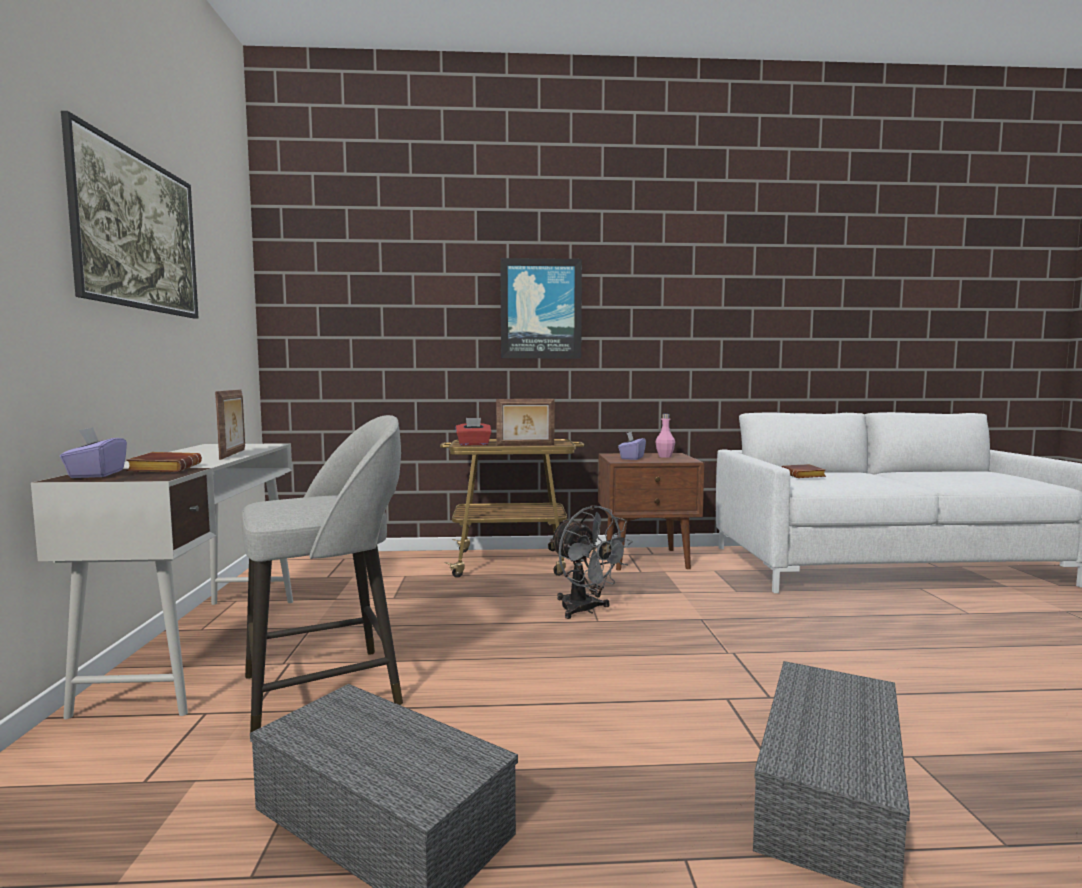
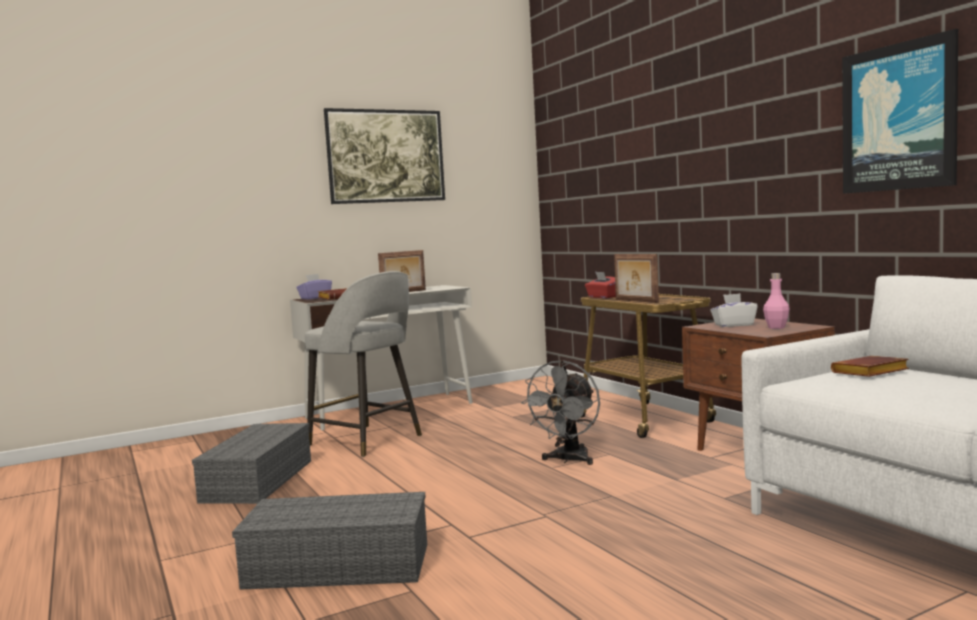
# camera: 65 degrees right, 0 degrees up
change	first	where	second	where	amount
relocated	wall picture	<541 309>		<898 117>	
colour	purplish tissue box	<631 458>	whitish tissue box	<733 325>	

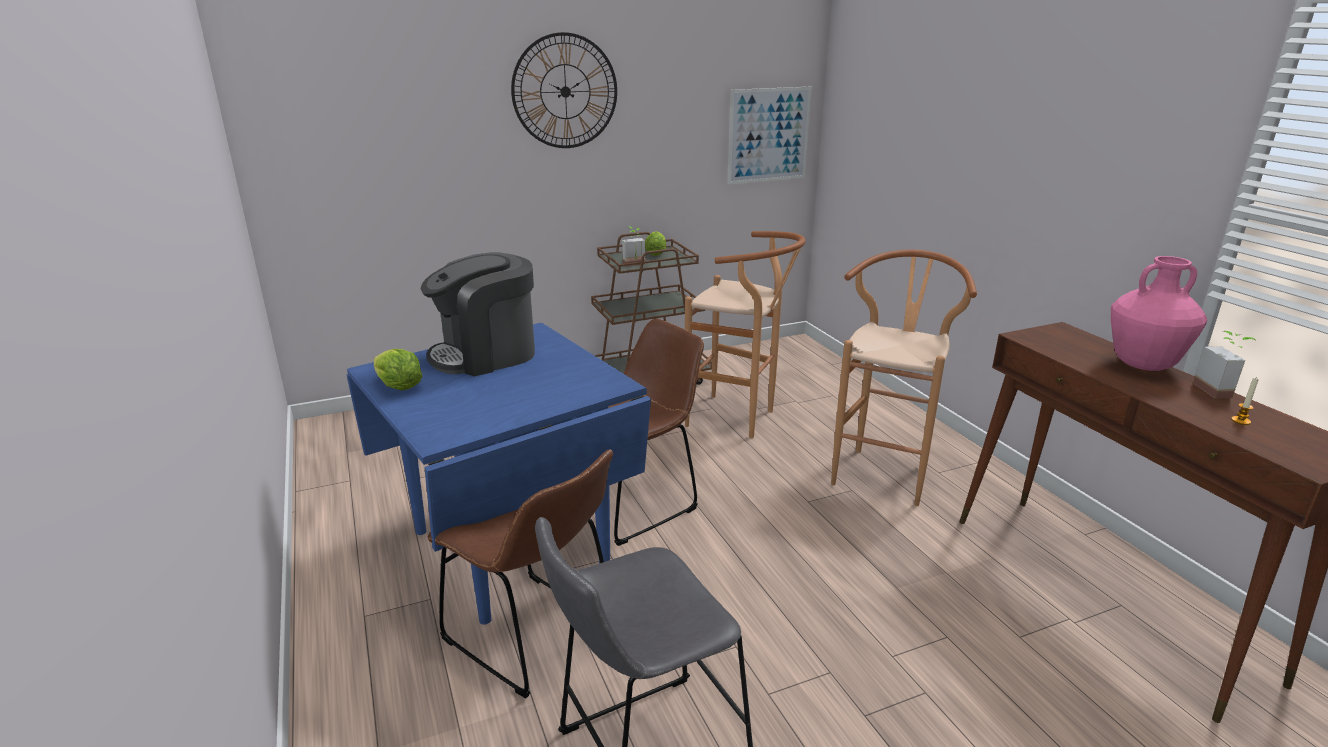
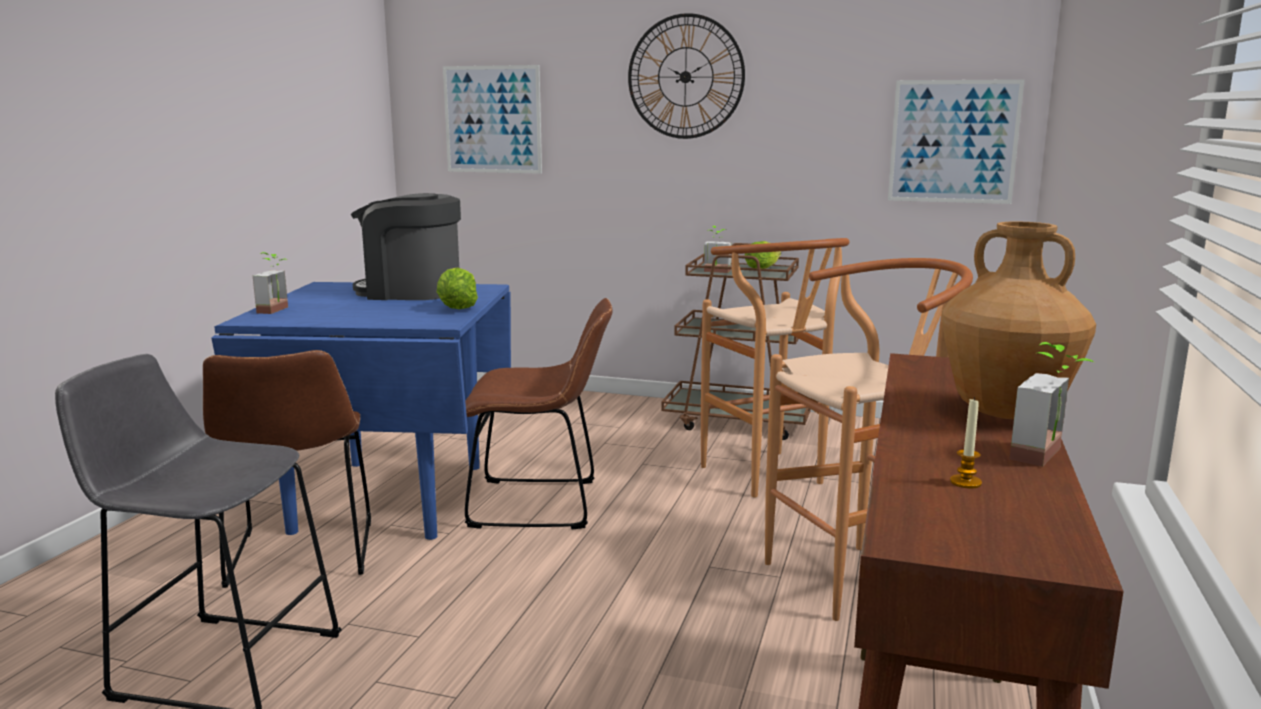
# camera: 40 degrees right, 10 degrees down
change	first	where	second	where	amount
appeared			plant in a pot	<278 310>	
appeared			wall picture	<492 119>	
relocated	lettuce	<399 387>		<457 308>	
colour	pink-coloured flower vase	<1143 365>	brownish flower vase	<1007 413>	

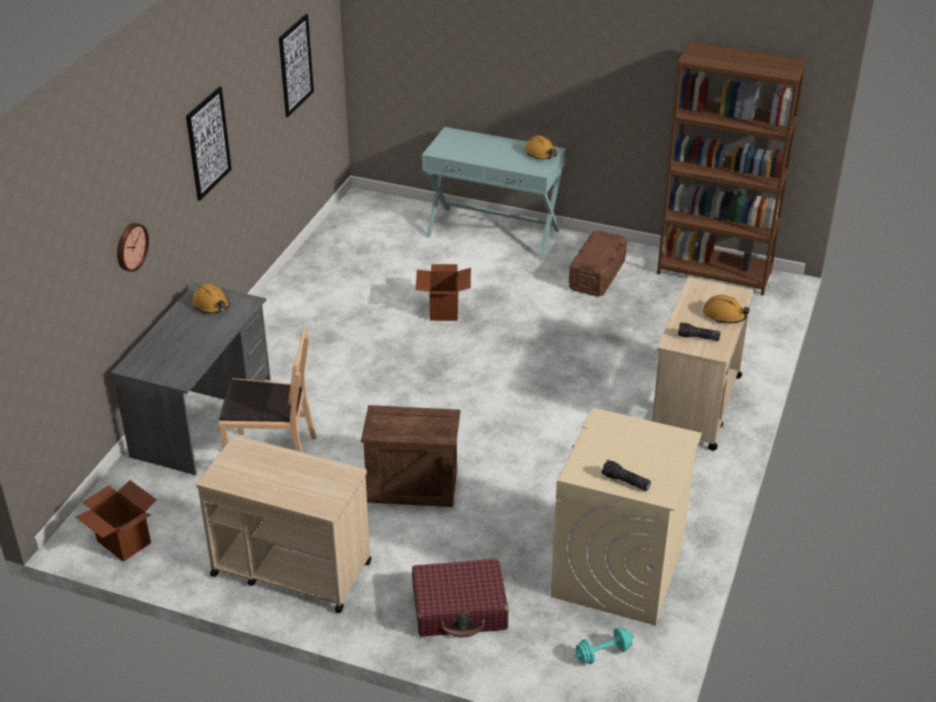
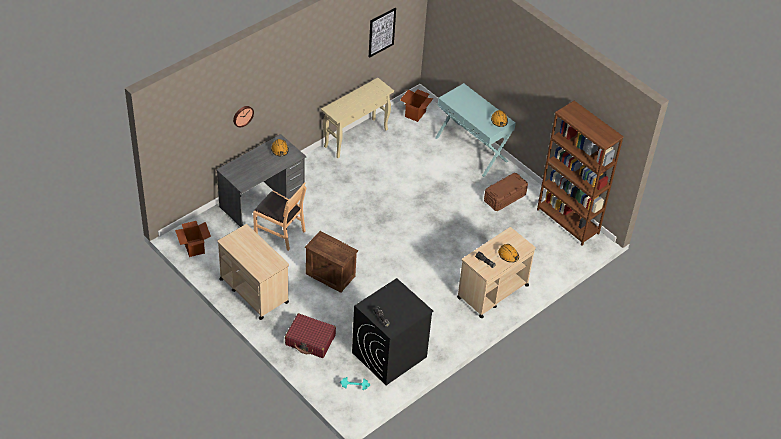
# camera: 25 degrees right, 10 degrees up
change	first	where	second	where	amount
missing	wall picture	<208 143>			
appeared			sand-coloured narrow table	<356 138>	
relocated	carton	<444 310>		<415 114>	
colour	sand-coloured laundry appliance	<618 572>	blackish laundry appliance	<389 355>	

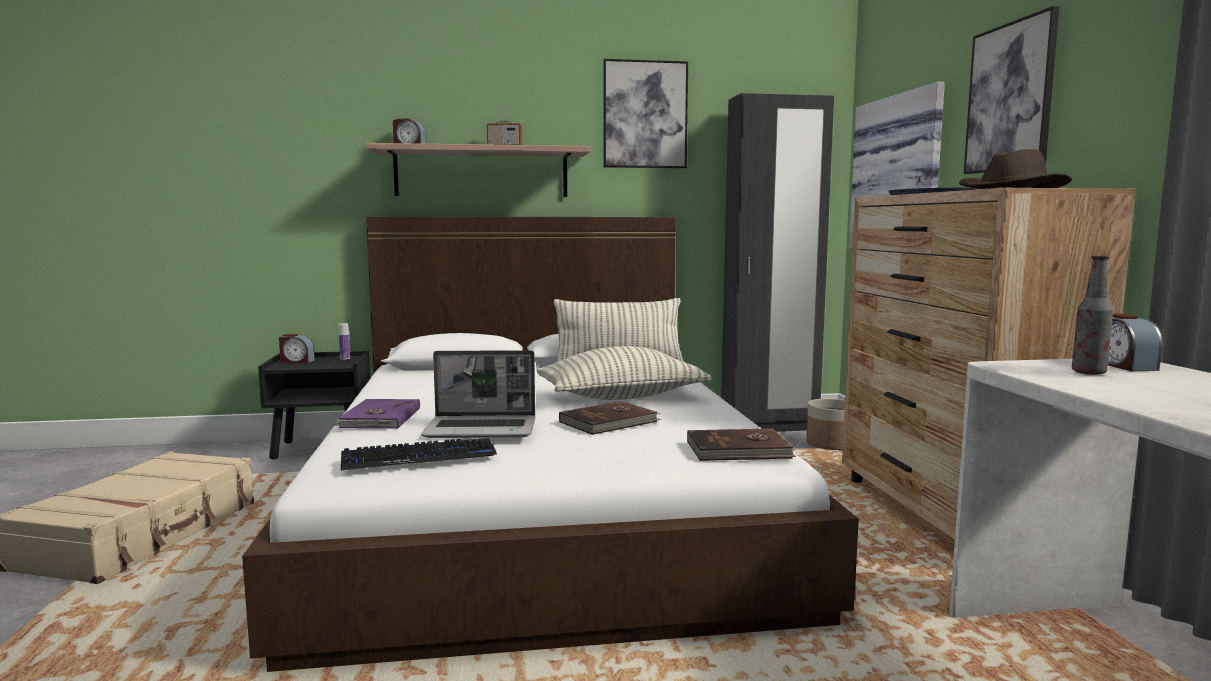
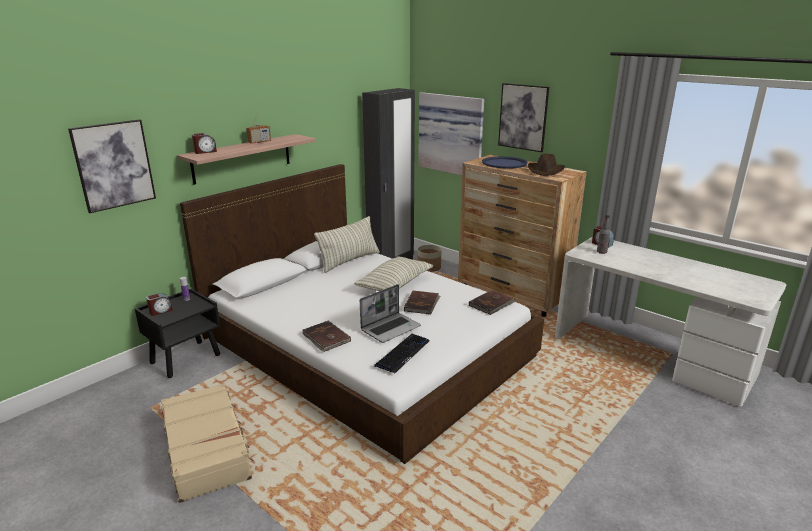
# camera: 40 degrees left, 15 degrees up
change	first	where	second	where	amount
relocated	wall picture	<645 115>		<114 165>	
colour	purplish bound book	<379 418>	brownish bound book	<326 338>	

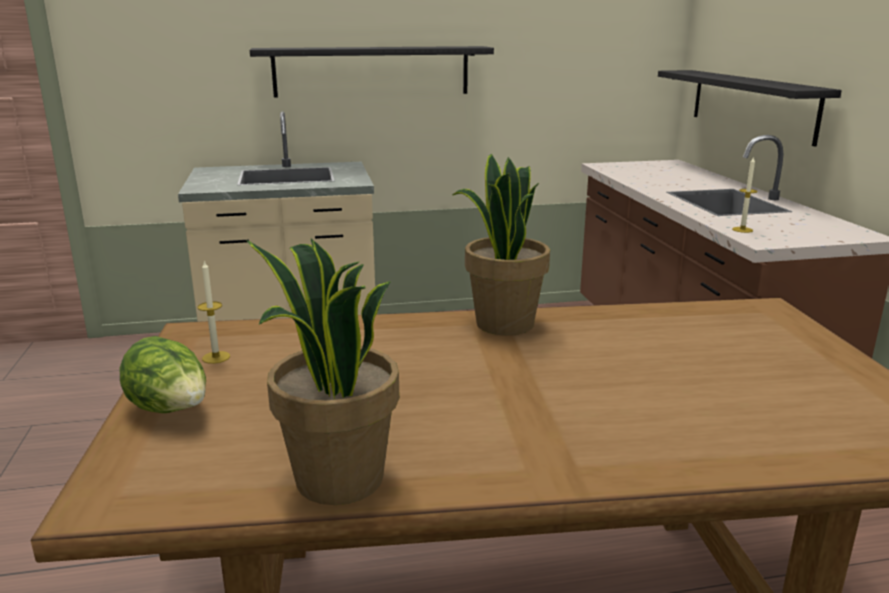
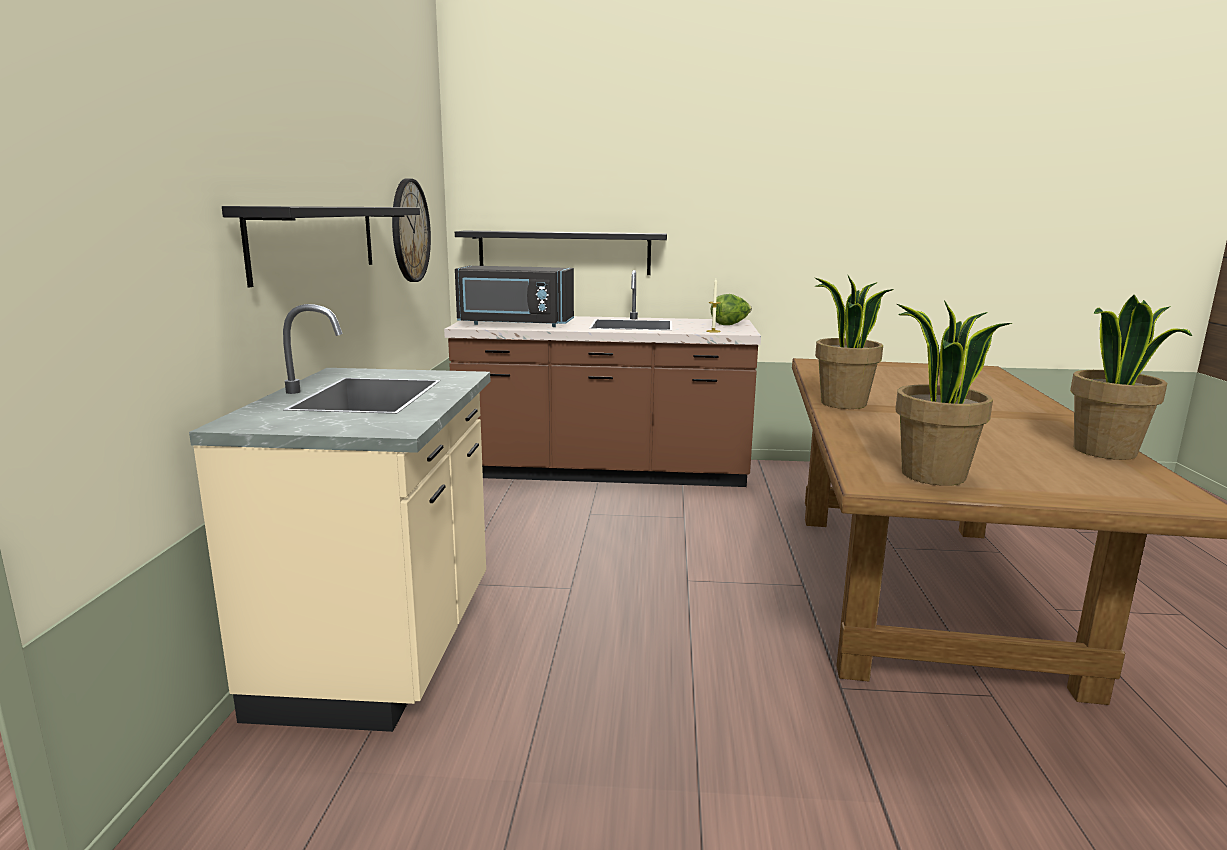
# camera: 75 degrees left, 5 degrees down
change	first	where	second	where	amount
appeared			hanging clock	<409 231>	
appeared			blackish microwave oven	<514 324>	
relocated	lettuce	<171 410>		<730 324>	
exchanged	wax light	<216 357>	plant in a pot	<932 475>	

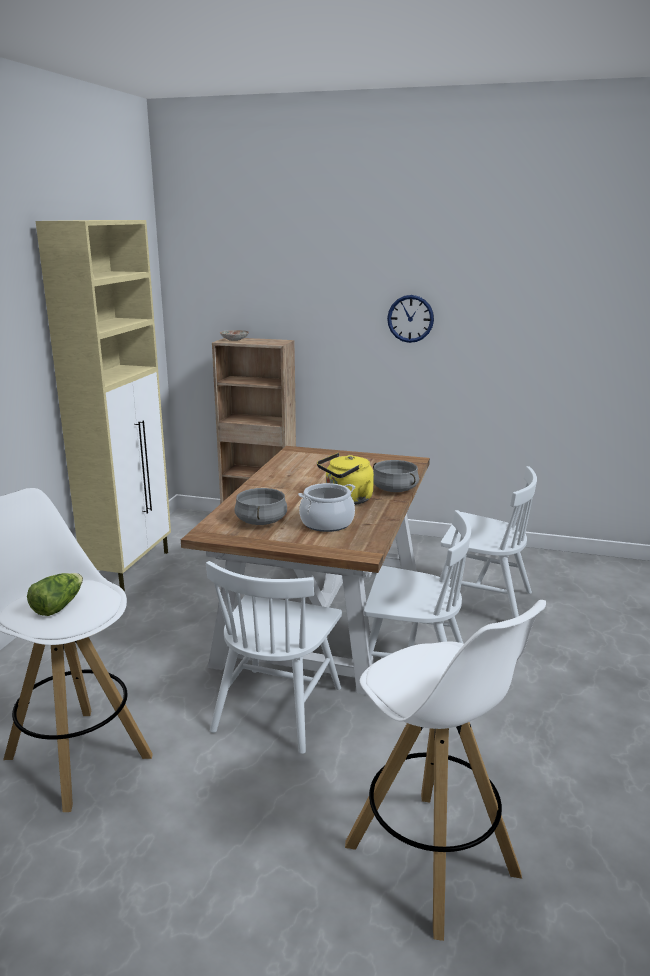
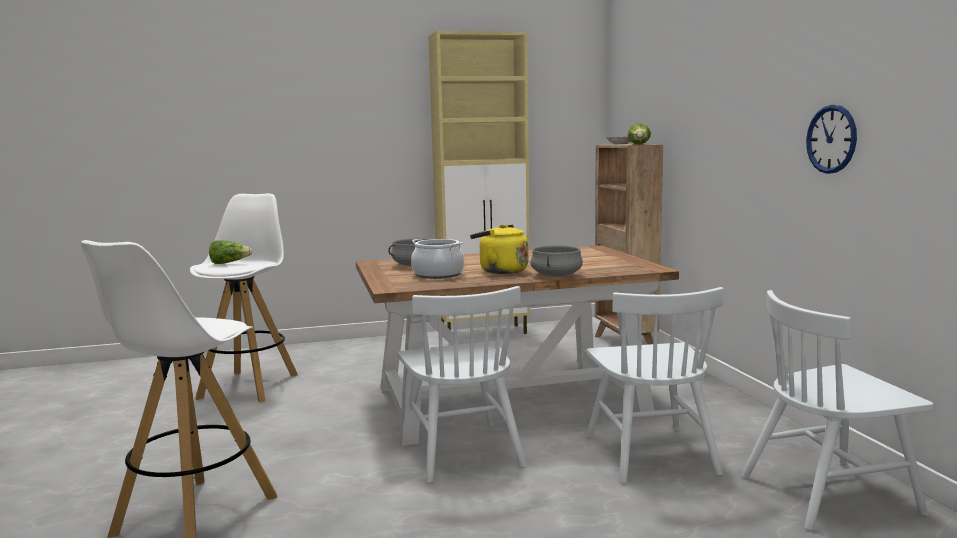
# camera: 60 degrees right, 10 degrees down
change	first	where	second	where	amount
appeared			lettuce	<639 144>	
relocated	whitish chair	<277 708>		<829 494>	
relocated	hanging clock	<410 318>		<831 139>	

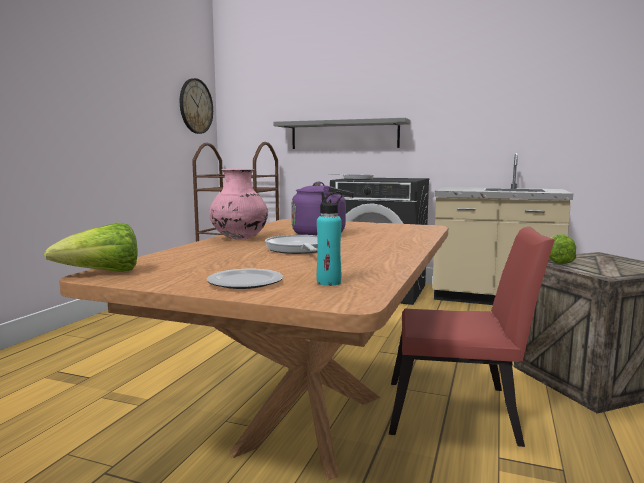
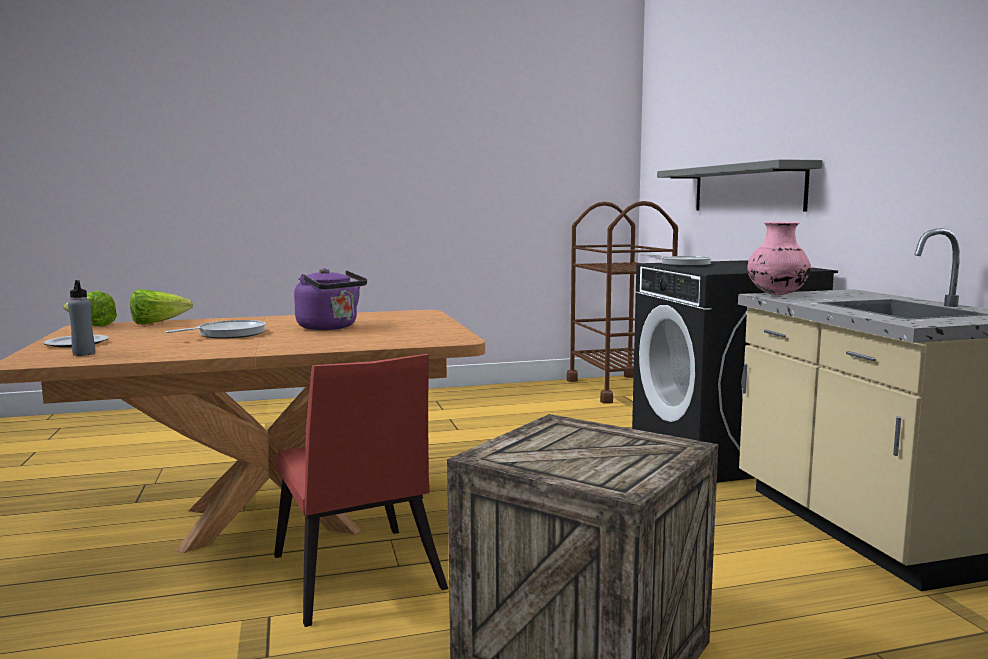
# camera: 55 degrees right, 0 degrees up
change	first	where	second	where	amount
missing	hanging clock	<196 106>			
relocated	pink-coloured flower vase	<239 239>		<776 294>	
relocated	lettuce	<556 261>		<157 323>	
colour	blue-green beverage bottle	<329 282>	gray beverage bottle	<84 354>	

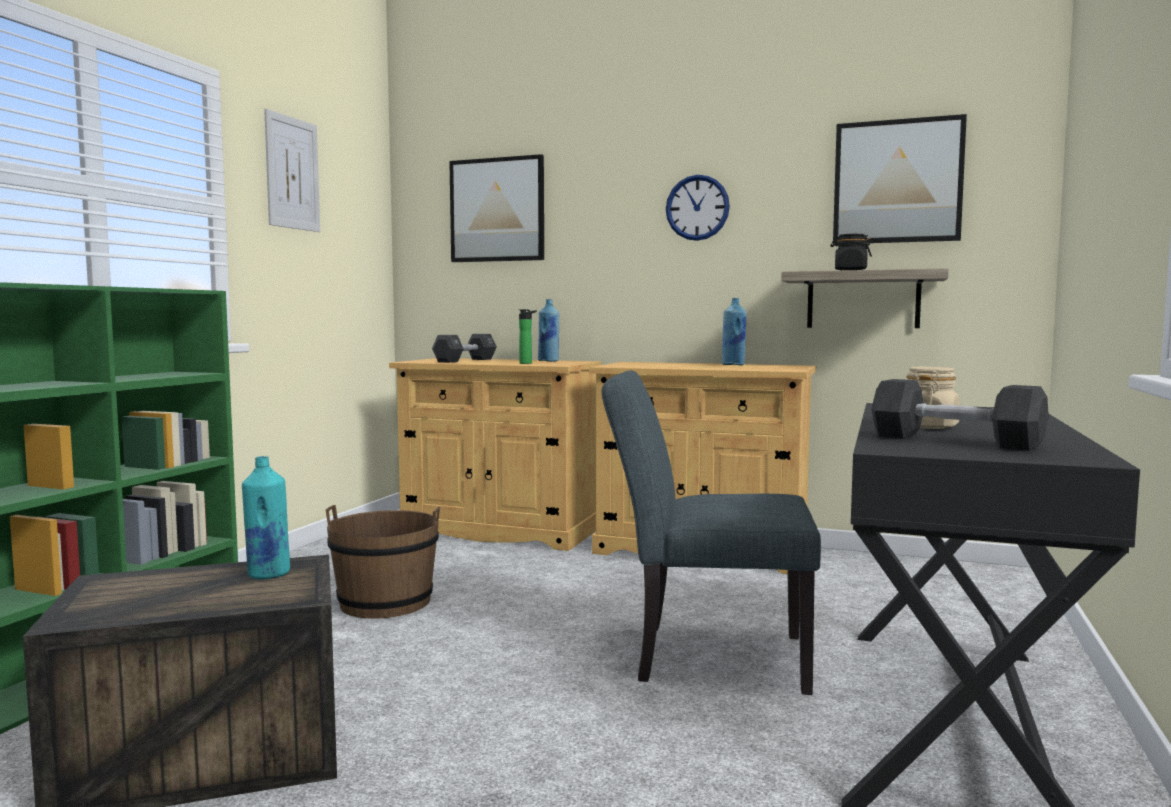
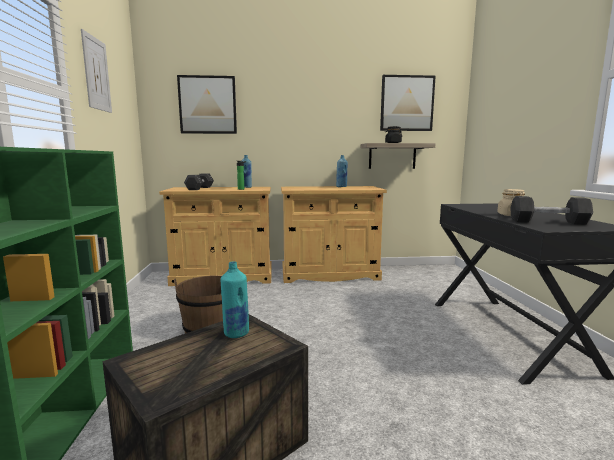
# camera: 25 degrees left, 5 degrees up
change	first	where	second	where	amount
missing	gray chair	<705 657>			
missing	hanging clock	<697 208>			

